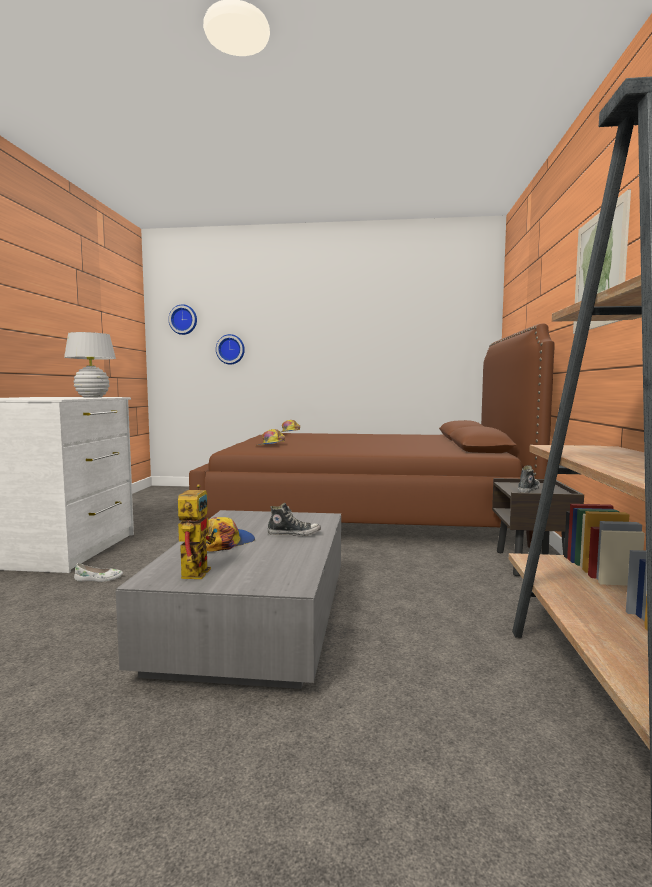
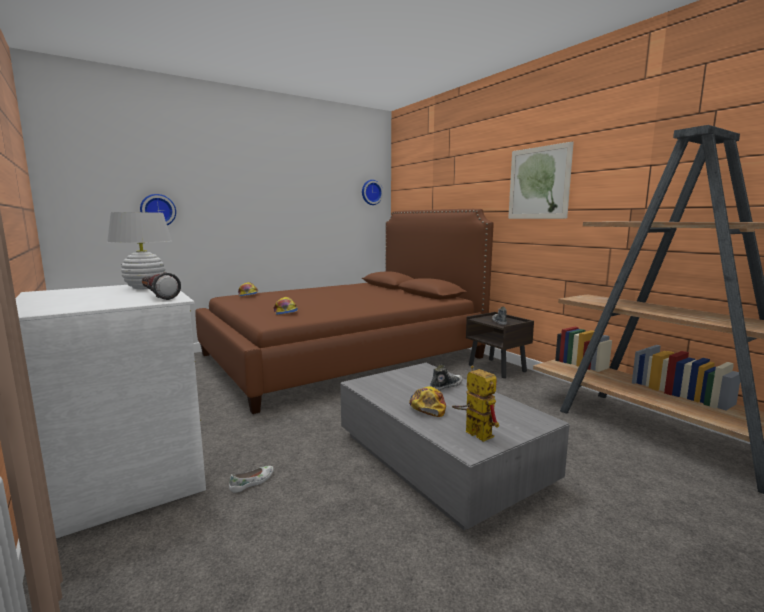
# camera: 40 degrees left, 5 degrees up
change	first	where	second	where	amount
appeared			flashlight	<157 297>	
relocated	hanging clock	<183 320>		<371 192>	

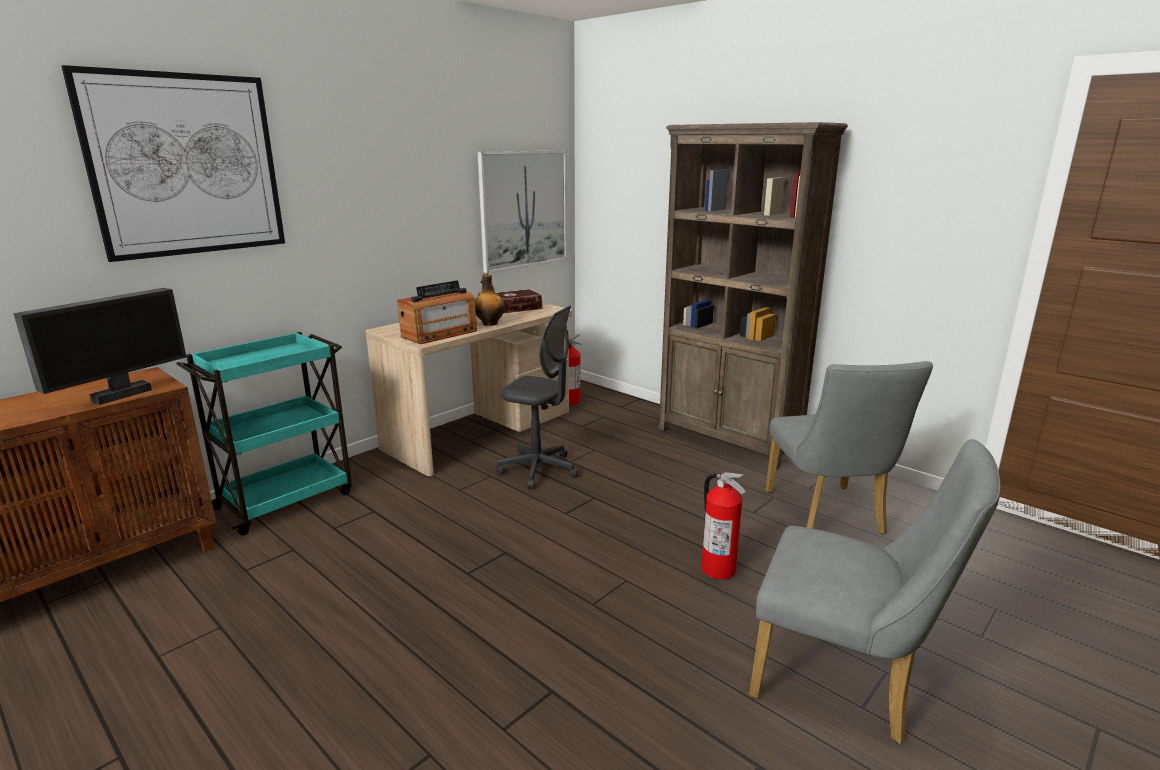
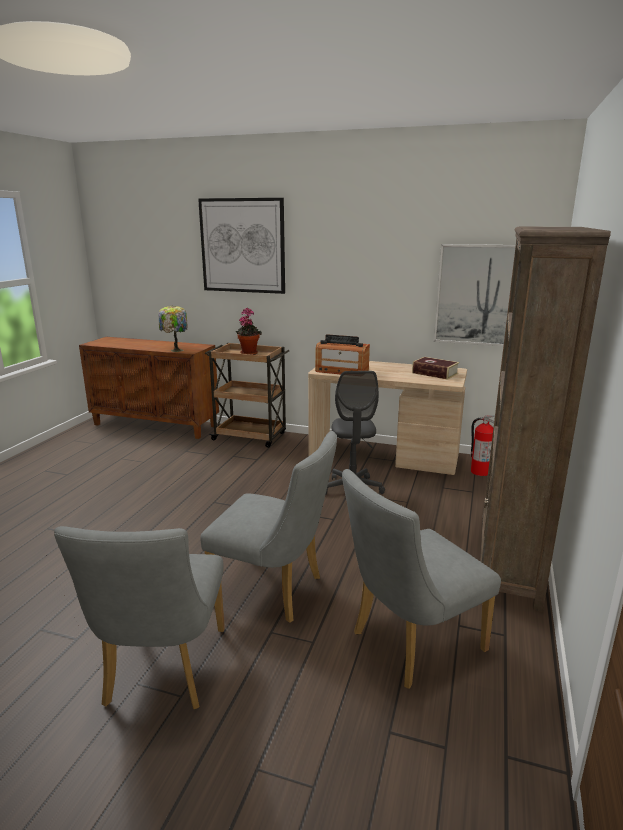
# camera: 65 degrees right, 0 degrees up
change	first	where	second	where	amount
missing	beverage bottle	<489 324>			
appeared			plant in a pot	<248 353>	
exchanged	computer screen	<121 395>	lamp for a table	<175 350>	
exchanged	fire extinguisher	<718 569>	gray chair	<274 591>	
colour	blue-green cart	<287 499>	brownish cart	<251 437>	

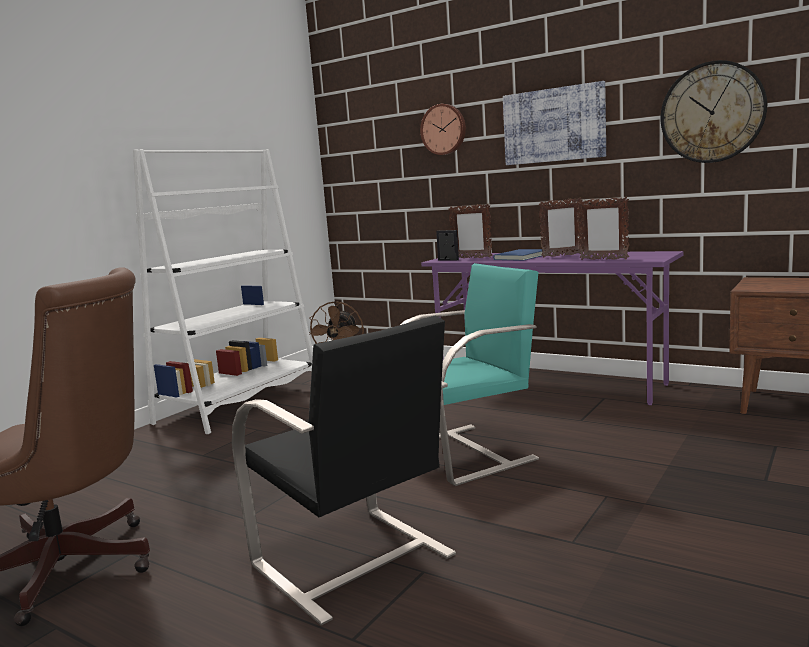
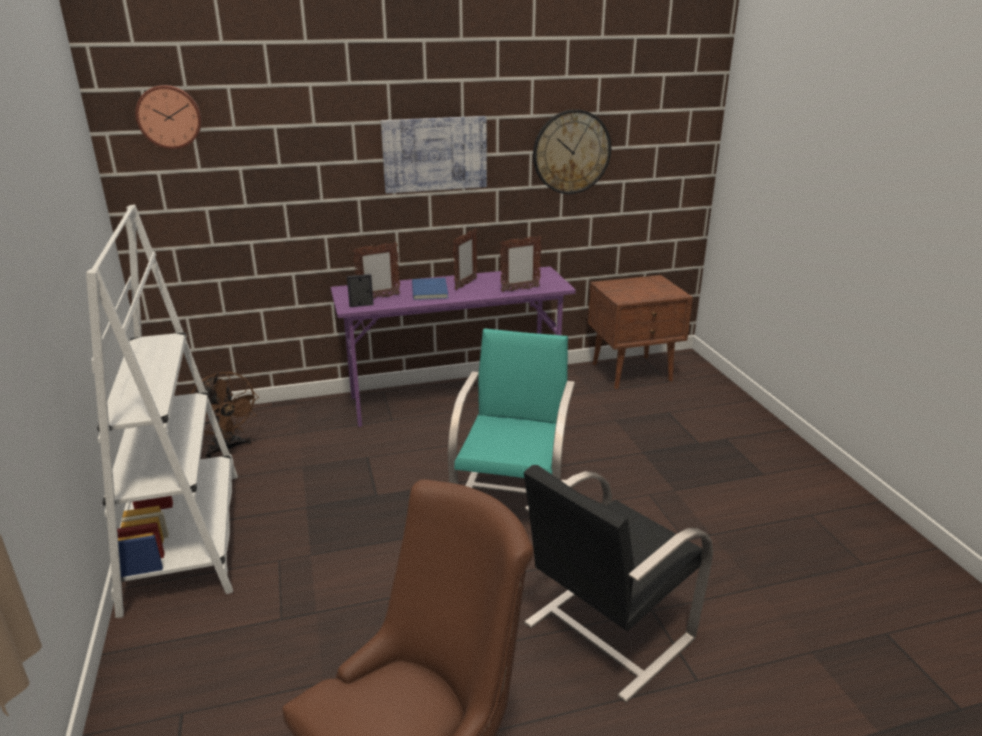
# camera: 50 degrees left, 15 degrees up
change	first	where	second	where	amount
relocated	hanging clock	<444 129>		<169 117>	
spun	blackish chair	<354 562>		<605 632>	135 degrees clockwise

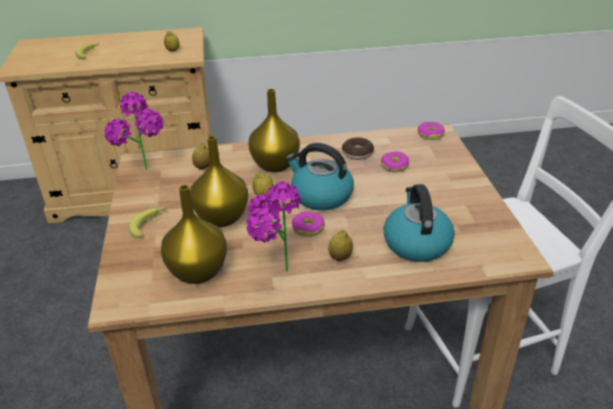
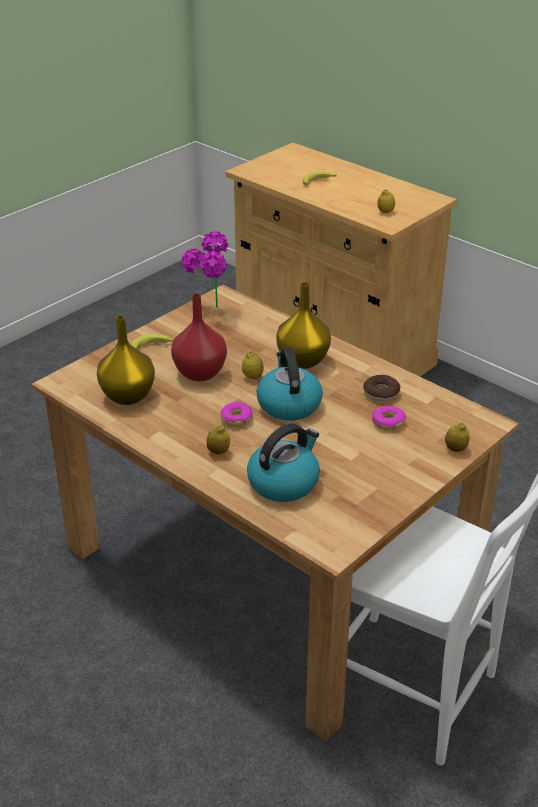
# camera: 50 degrees right, 0 degrees up
change	first	where	second	where	amount
missing	plant in a pot	<273 273>			
missing	doughnut	<430 134>			
relocated	citrus fruit	<203 167>		<455 449>	
colour	yellowish flower vase	<223 217>	red flower vase	<201 373>	

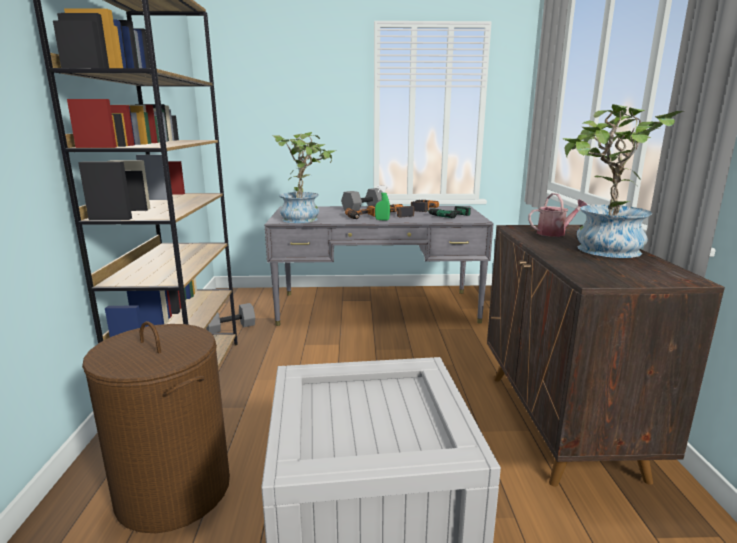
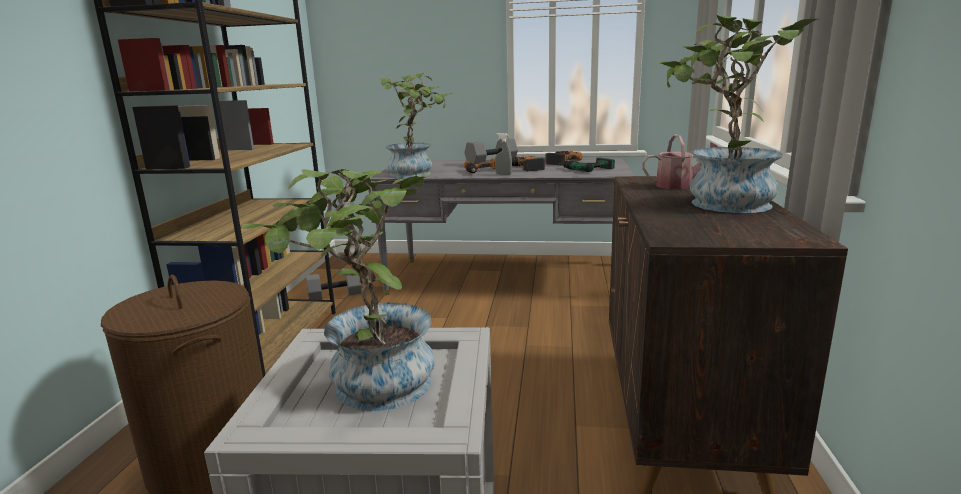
# camera: 10 degrees right, 0 degrees up
change	first	where	second	where	amount
appeared			plant in a pot	<368 388>	
colour	green-coloured hand sprayer	<382 220>	gray hand sprayer	<503 174>	

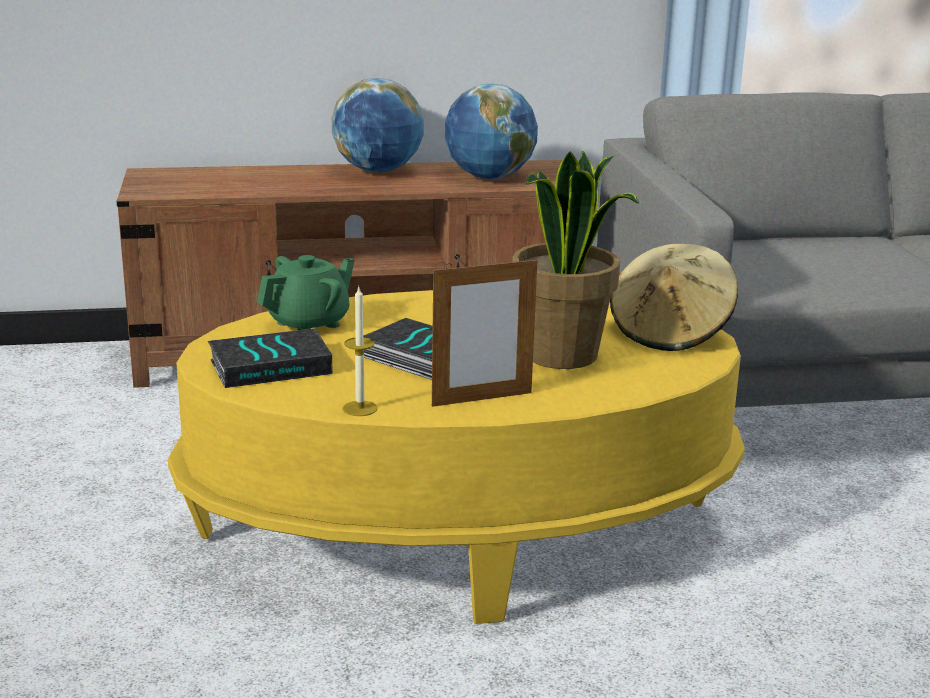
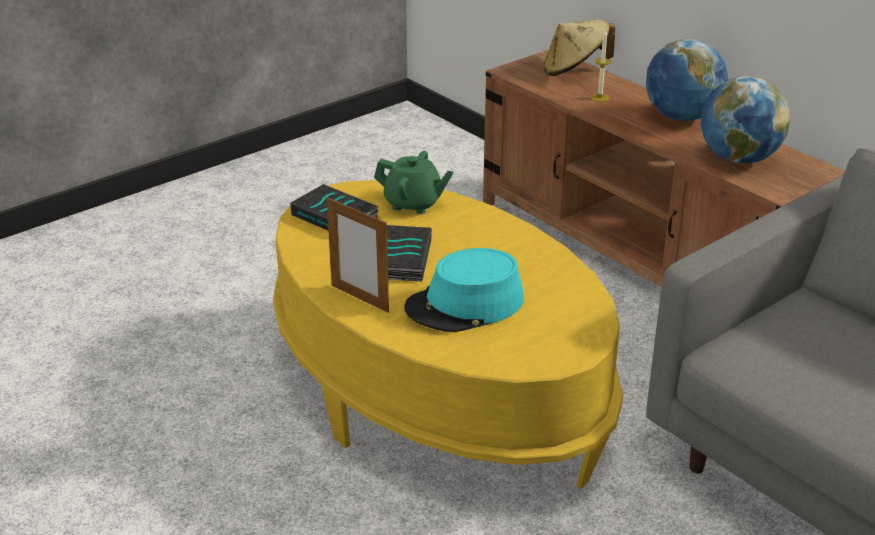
# camera: 60 degrees right, 10 degrees up
change	first	where	second	where	amount
relocated	wax light	<360 408>		<599 97>	
relocated	sand-coloured wearable hat	<671 333>		<575 70>	
exchanged	plant in a pot	<562 355>	blue-green wearable hat	<465 305>	

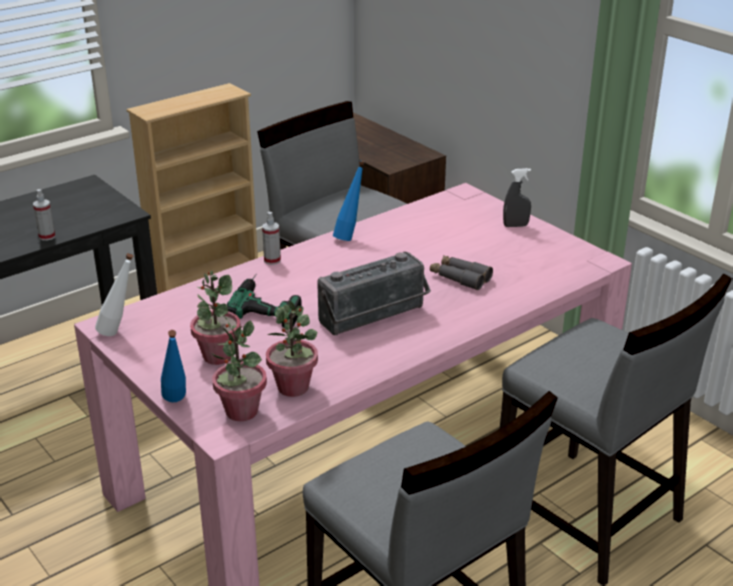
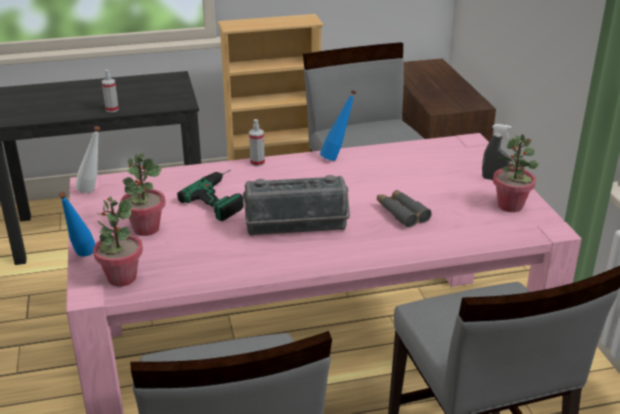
# camera: 25 degrees right, 0 degrees up
change	first	where	second	where	amount
relocated	plant in a pot	<293 387>		<510 206>	

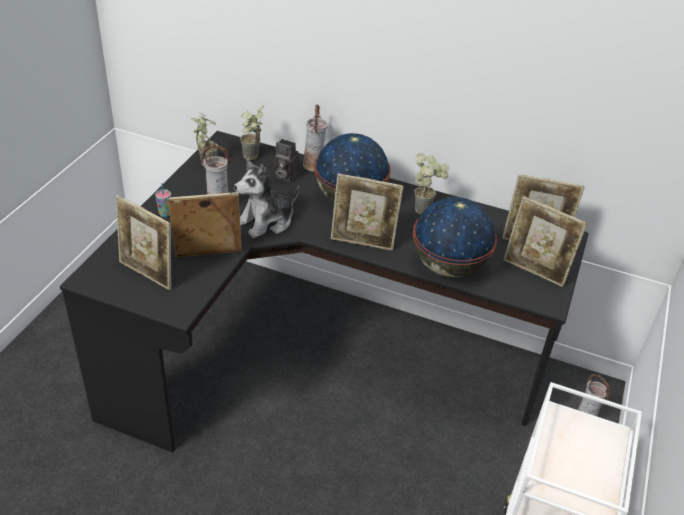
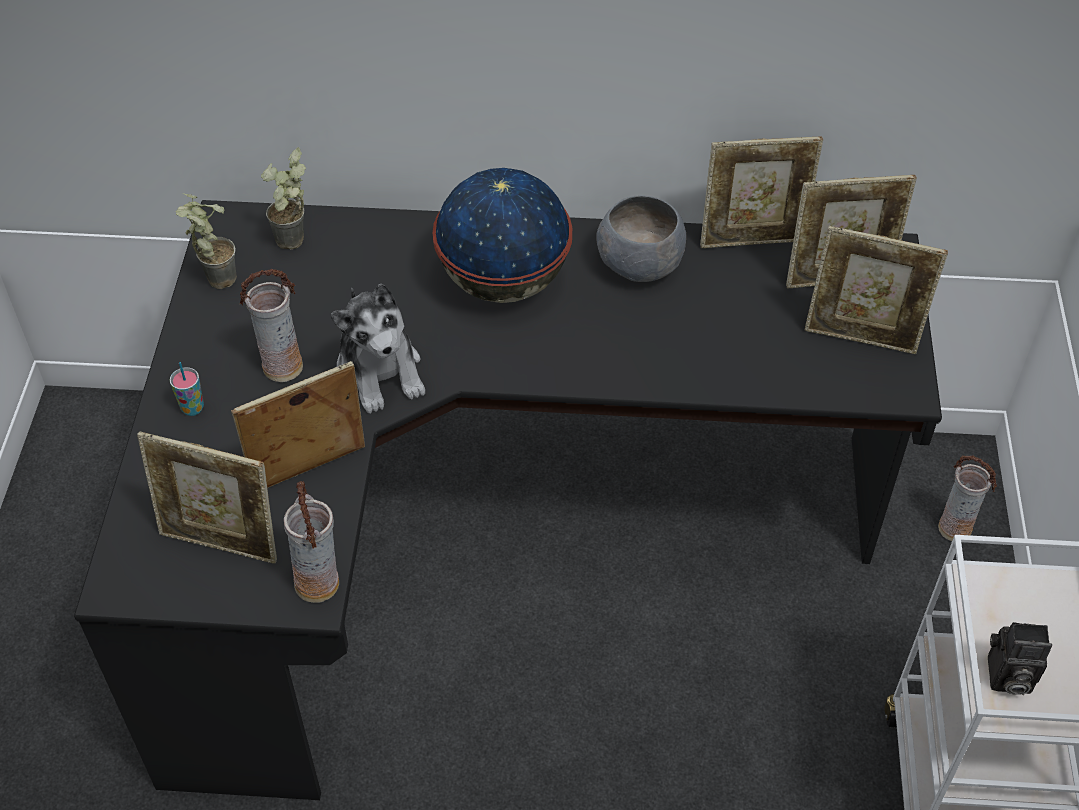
# camera: 15 degrees left, 10 degrees up
change	first	where	second	where	amount
missing	globe	<448 267>			
relocated	photo camera	<284 176>		<1006 677>	
relocated	flower vase	<314 166>		<319 583>	
relocated	photo frame	<363 243>		<752 240>	
exchanged	plant in a pot	<426 208>	gray serving bowl	<640 263>	
spun	cuddly toy	<266 222>		<380 371>	60 degrees counterclockwise

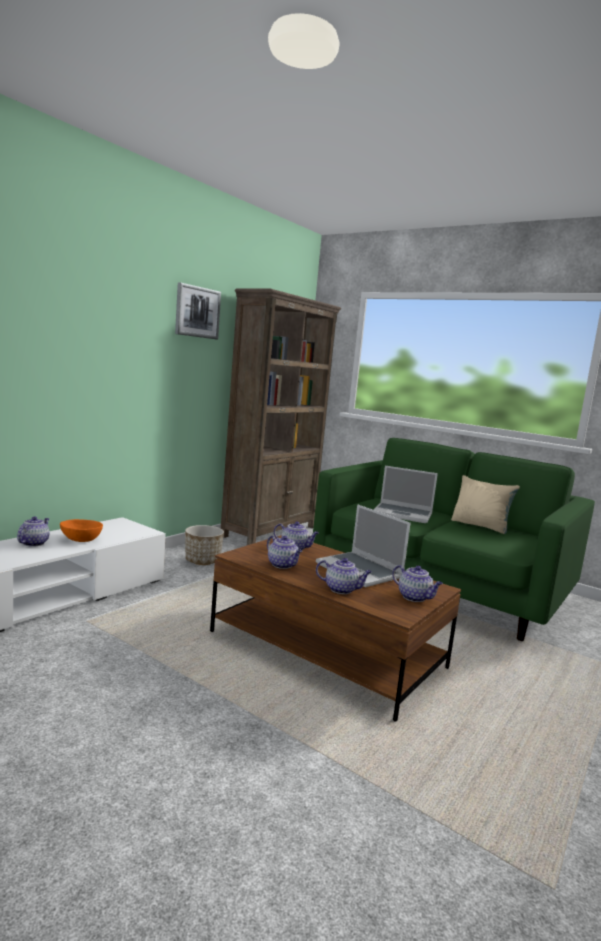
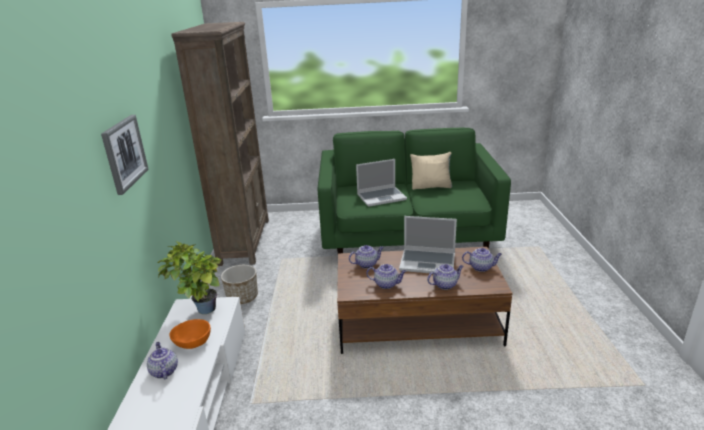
# camera: 35 degrees left, 15 degrees up
change	first	where	second	where	amount
appeared			plant in a pot	<201 310>	
relocated	wall picture	<197 312>		<124 153>	

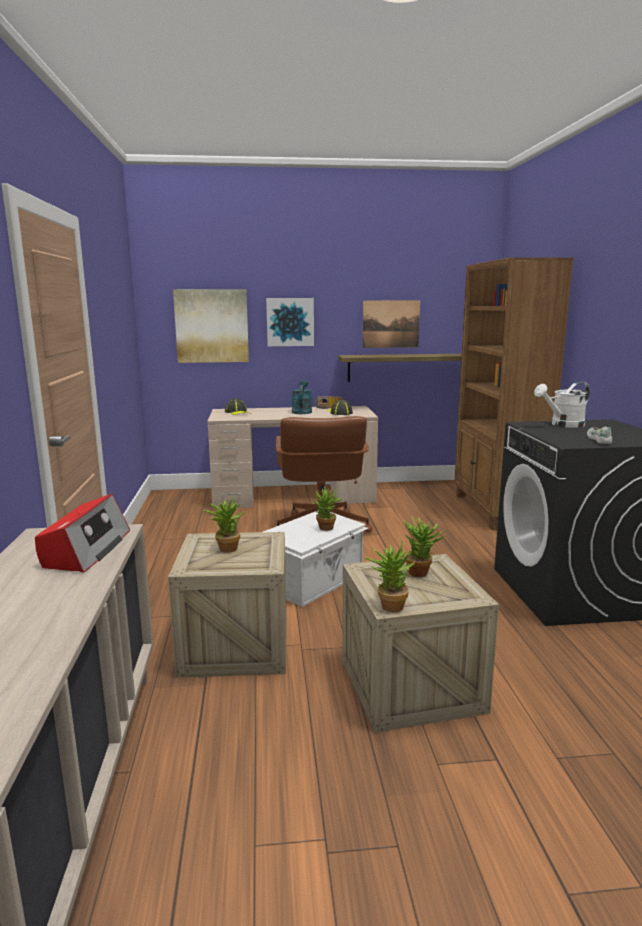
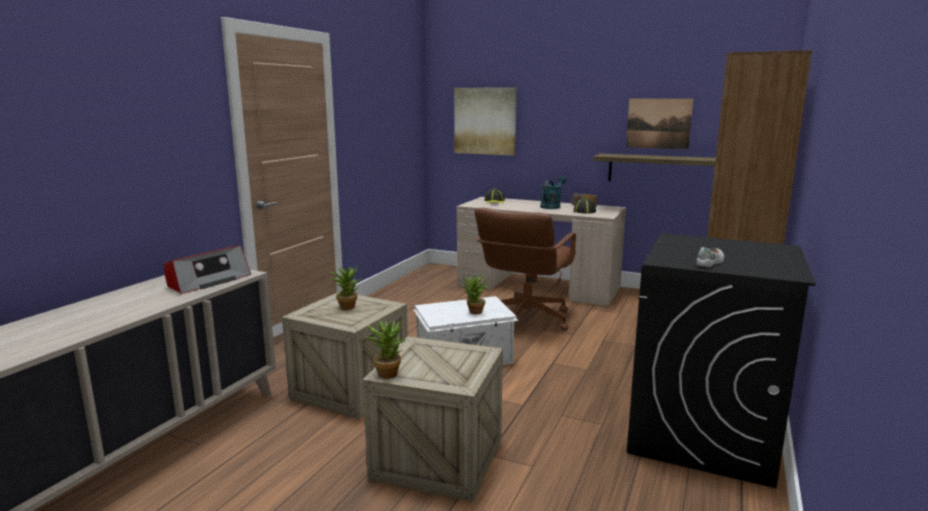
# camera: 30 degrees right, 0 degrees up
change	first	where	second	where	amount
missing	wall picture	<290 322>			
missing	plant in a pot	<422 573>			
missing	whitish sprinkling can	<563 425>			

